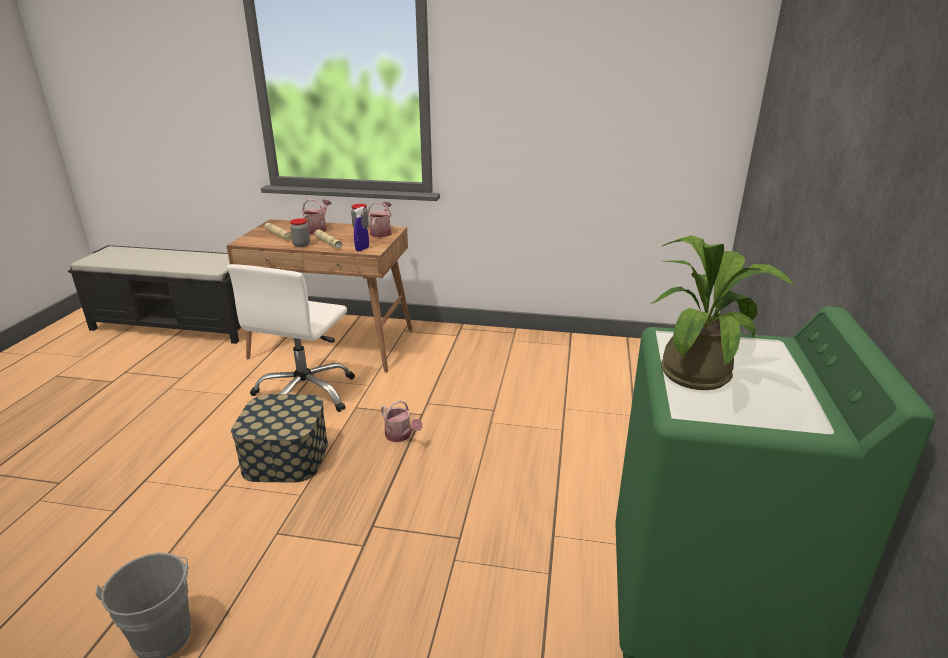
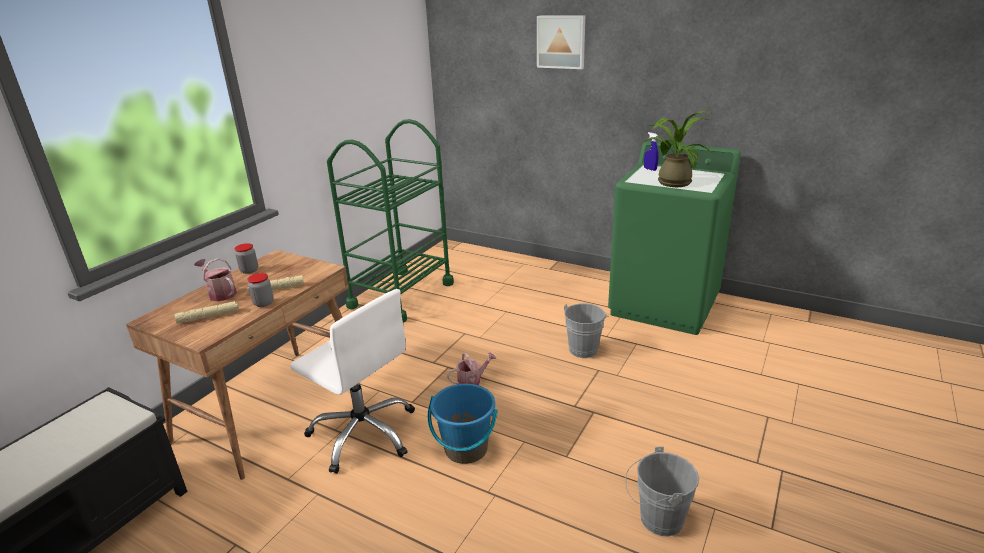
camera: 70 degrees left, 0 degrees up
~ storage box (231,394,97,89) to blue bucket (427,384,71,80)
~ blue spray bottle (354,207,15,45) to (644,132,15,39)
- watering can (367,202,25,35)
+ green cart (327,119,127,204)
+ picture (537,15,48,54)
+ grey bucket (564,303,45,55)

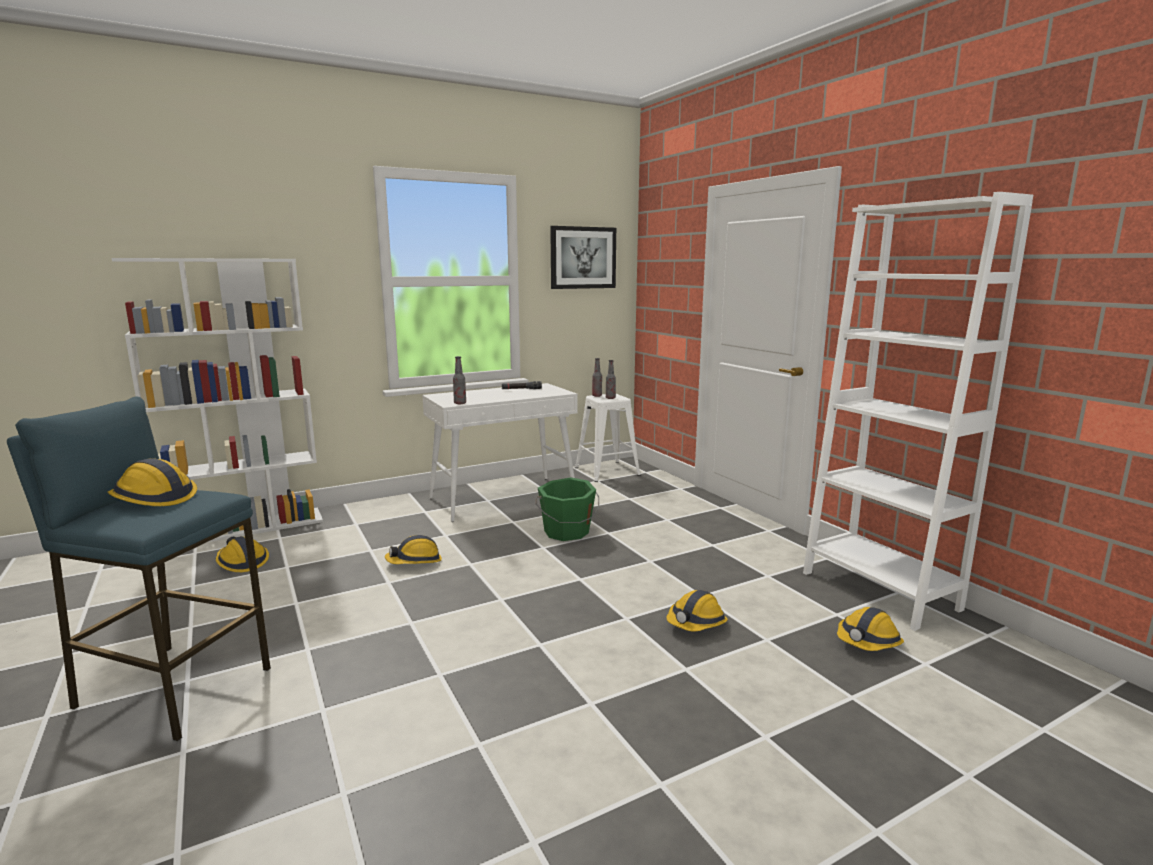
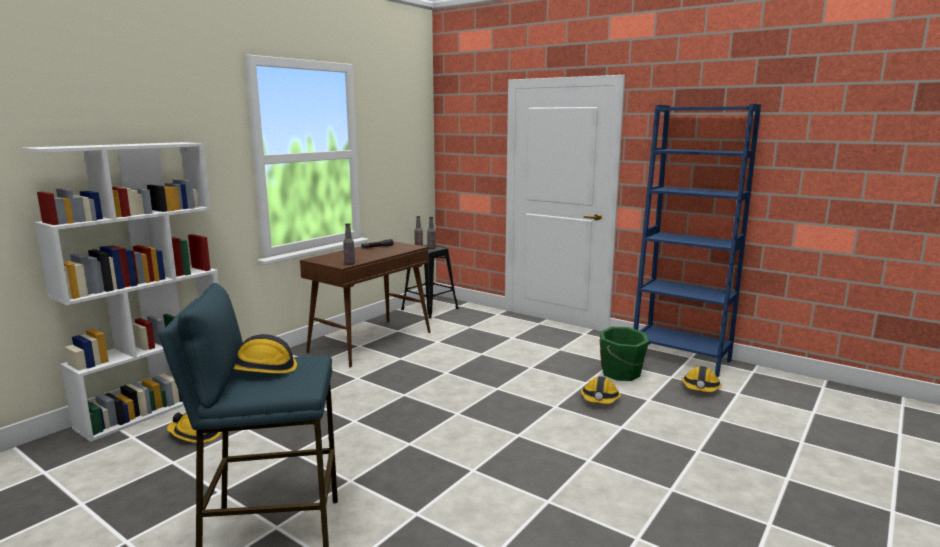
camera: 25 degrees left, 0 degrees up
- hard hat (385,535,57,29)
~ white console table (422,383,155,139) to brown console table (300,241,131,127)
~ green bucket (535,477,64,64) to (599,327,50,54)
- picture (550,226,66,63)
~ white stool (575,394,66,88) to black stool (401,245,58,74)
~ white bookcase (803,192,230,439) to blue bookcase (633,104,128,273)

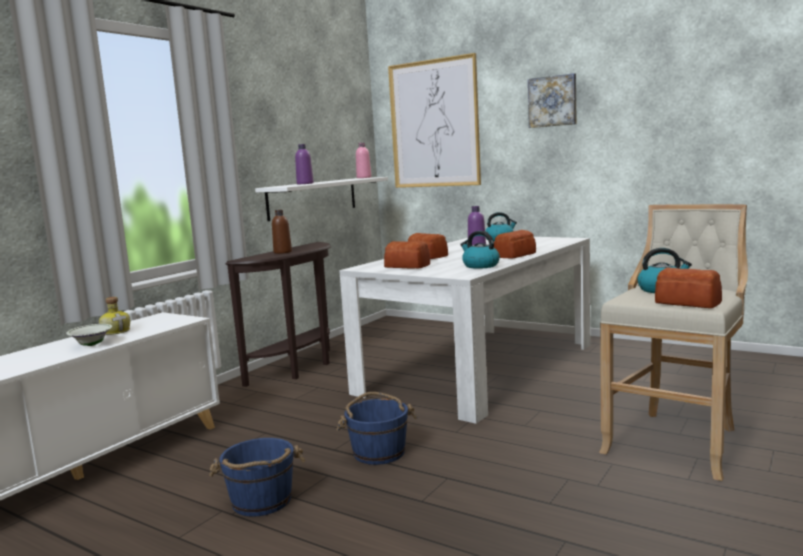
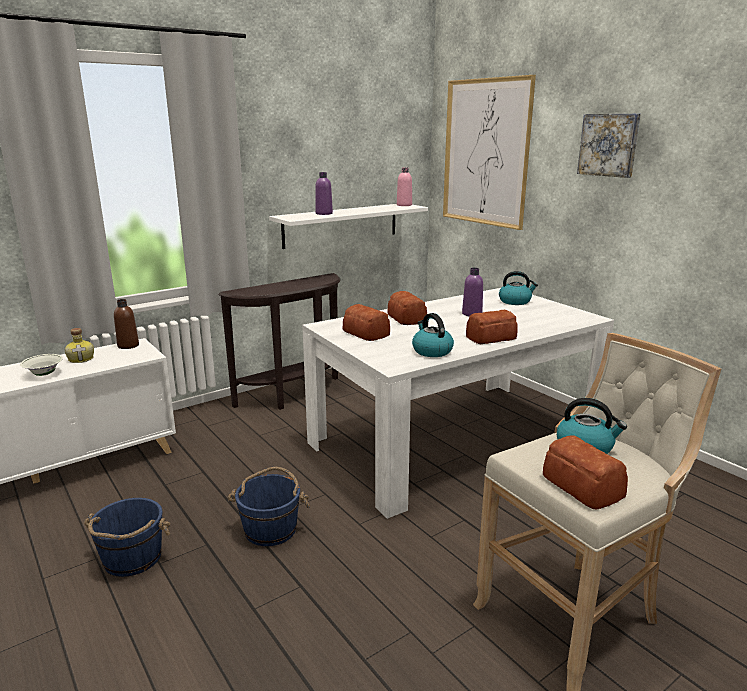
camera: 20 degrees right, 10 degrees up
~ brown bottle (272,210,20,44) to (114,299,25,50)

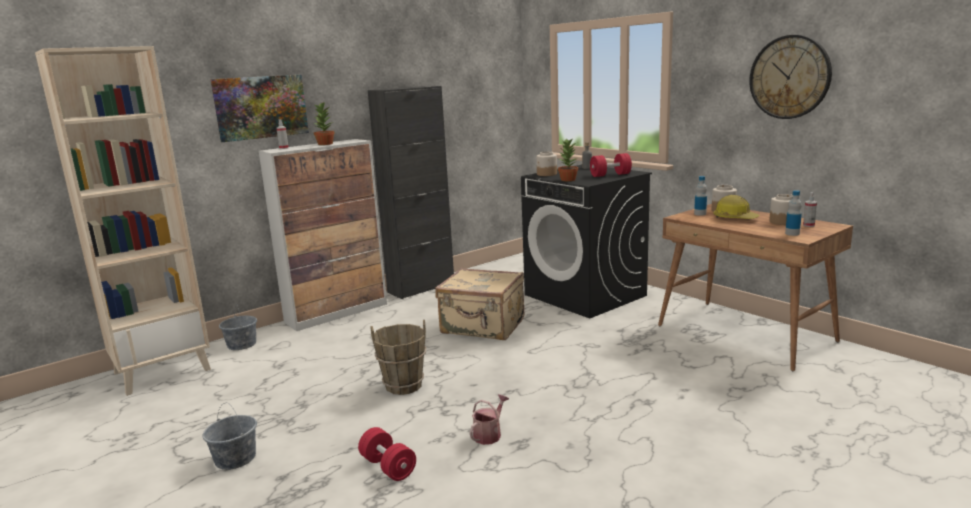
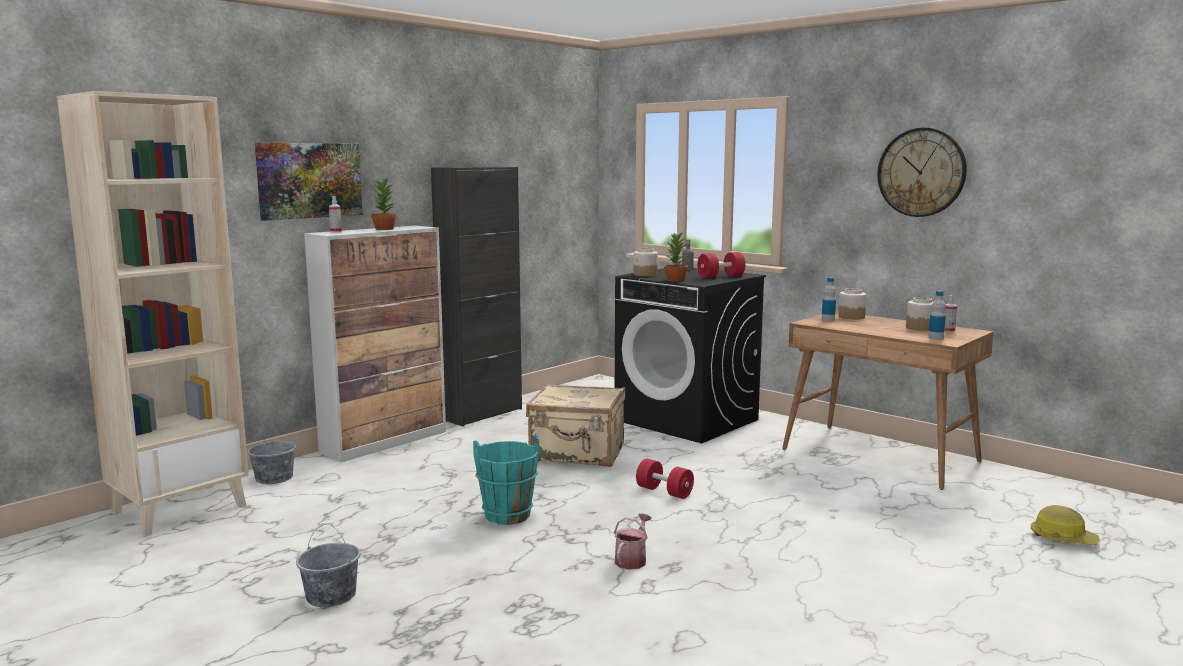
camera: 10 degrees left, 5 degrees down
~ red dumbbell (358,427,58,54) to (636,459,58,40)
~ brown bucket (370,320,56,75) to turquoise bucket (473,434,66,91)
~ hard hat (713,195,47,24) to (1031,505,69,40)

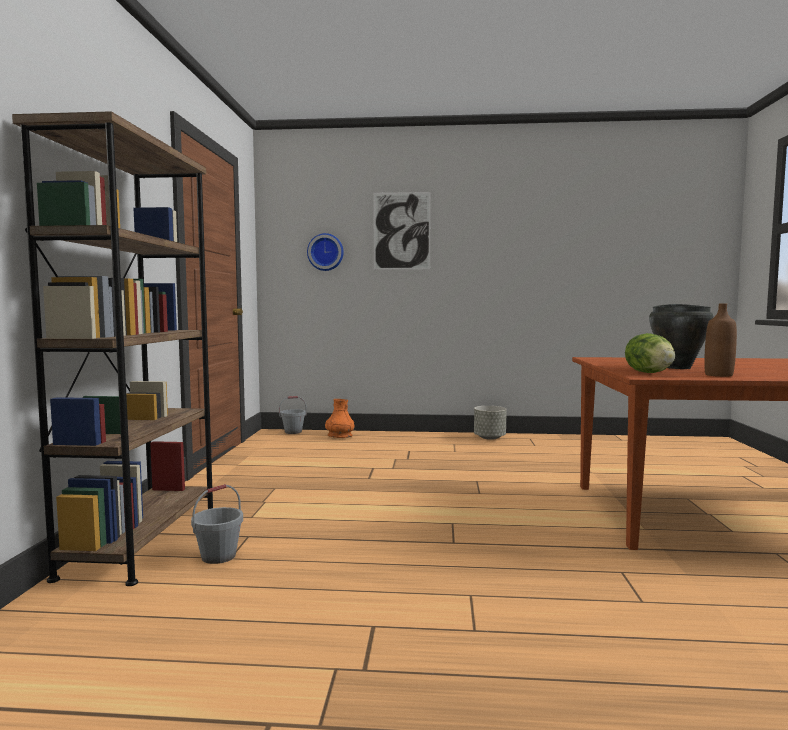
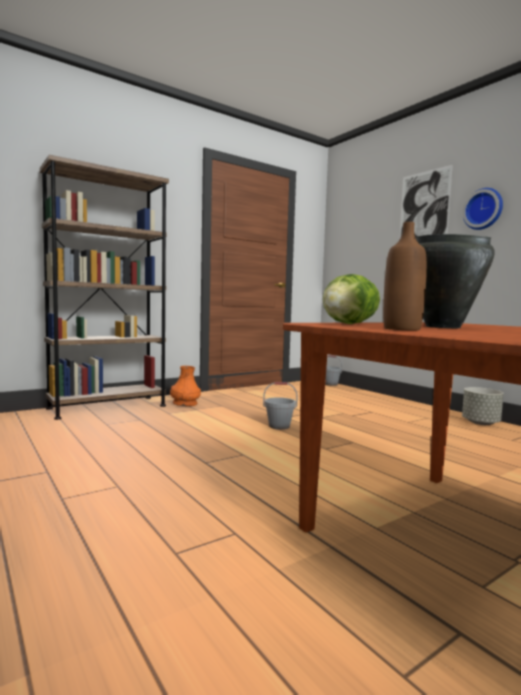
camera: 50 degrees right, 0 degrees up
~ grey bucket (191,484,52,80) to (263,382,35,48)
~ wall clock (307,233,37,38) to (462,188,41,42)
~ orange vase (325,399,29,39) to (170,366,31,40)

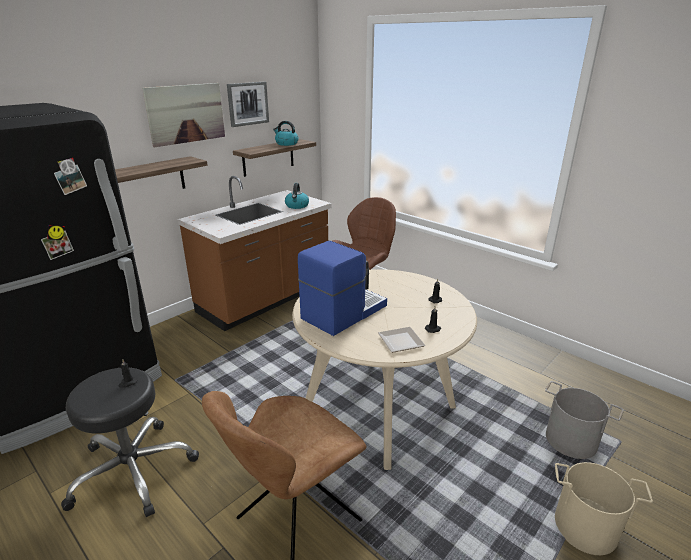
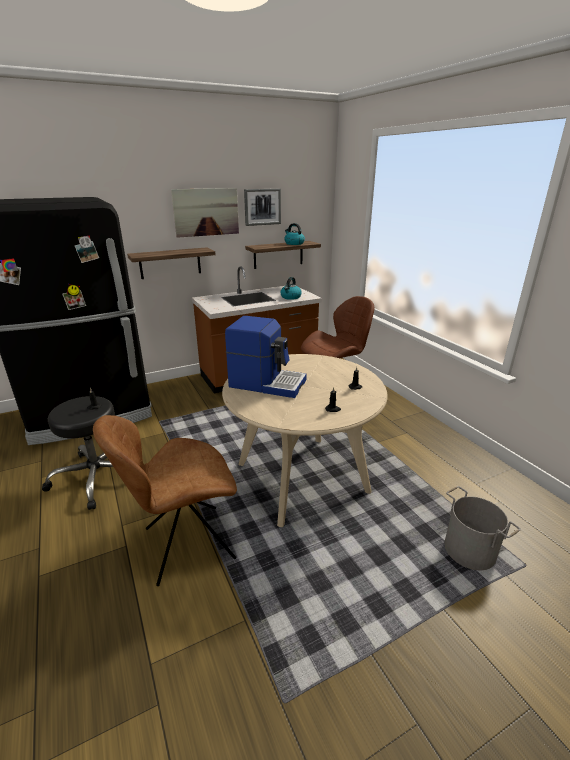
camera: 20 degrees right, 0 degrees up
~ coffee machine (298,241,89,95) = (225,316,82,82) 45 degrees clockwise
- plate (378,327,48,26)
- beige bucket (555,462,98,93)

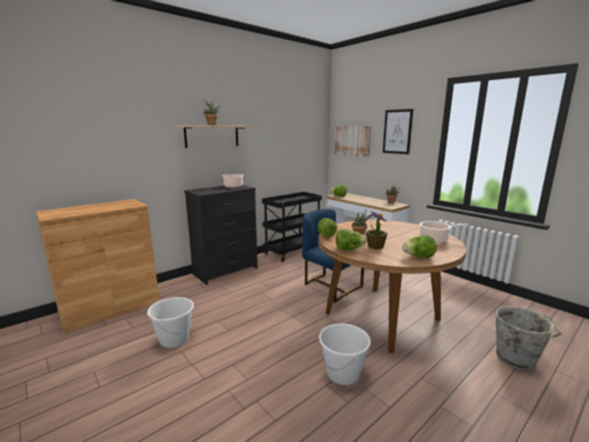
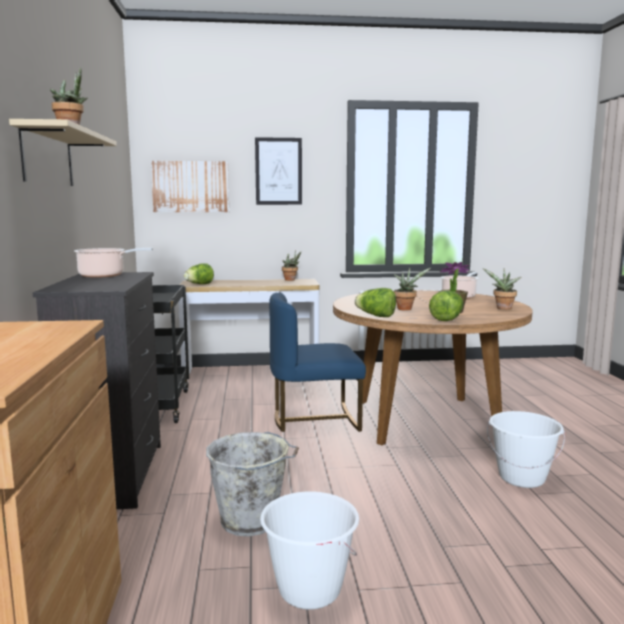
camera: 55 degrees left, 5 degrees down
~ lettuce (402,235,35,22) to potted plant (483,268,38,42)
~ grey bucket (495,306,67,64) to (206,432,93,105)

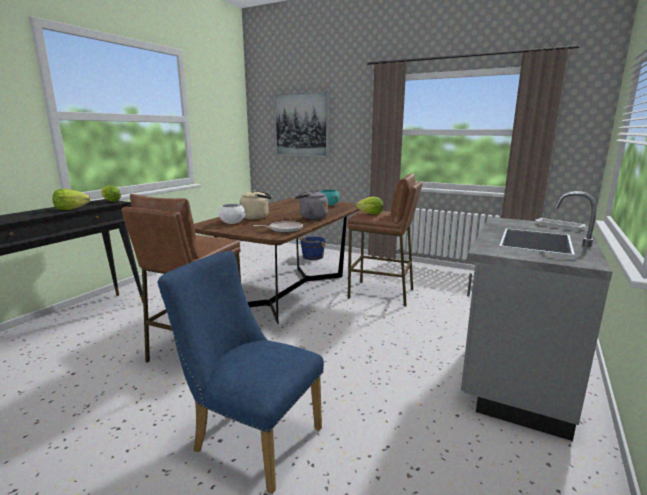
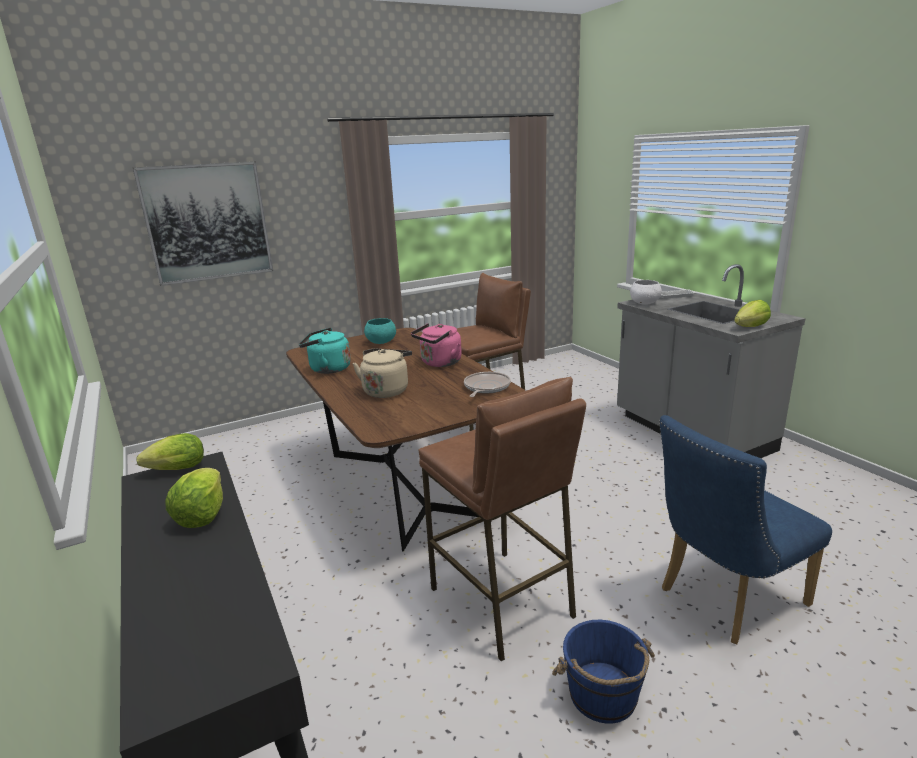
camera: 55 degrees left, 5 degrees up
~ white bowl (219,204,27,20) to (630,280,32,25)
~ grey kettle (295,190,33,29) to pink kettle (411,323,51,44)
~ blue bucket (300,237,26,23) to (552,620,103,104)
~ lettuce (356,197,27,17) to (734,300,37,27)
+ turquoise kettle (299,328,52,46)

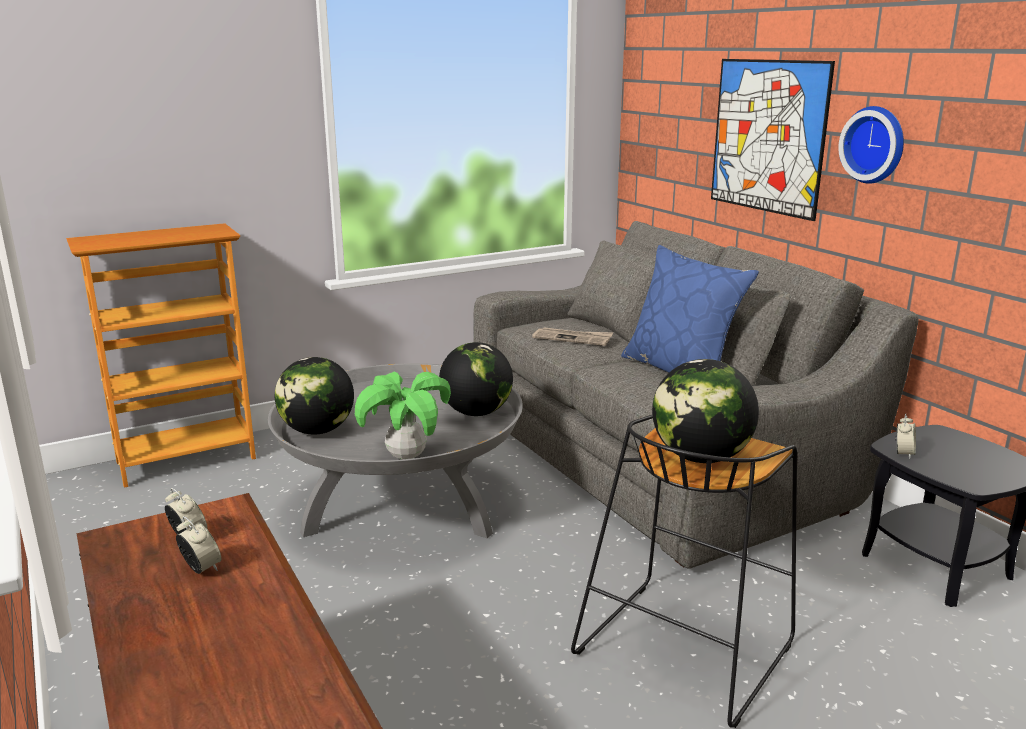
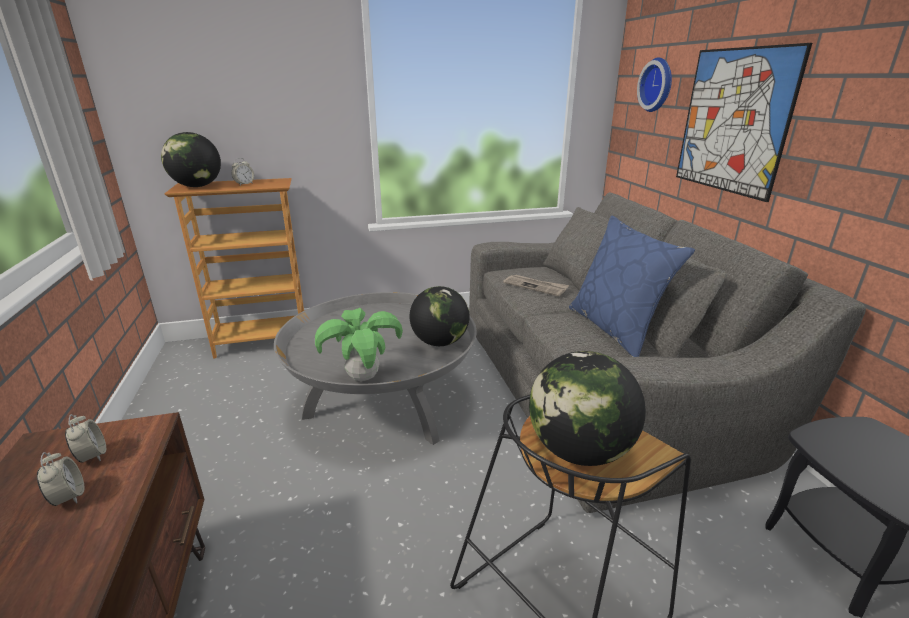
camera: 15 degrees right, 5 degrees up
~ globe (275,357,79,78) to (161,132,60,55)
~ wall clock (839,106,65,78) to (637,57,35,55)
~ alarm clock (895,414,21,45) to (231,158,23,27)

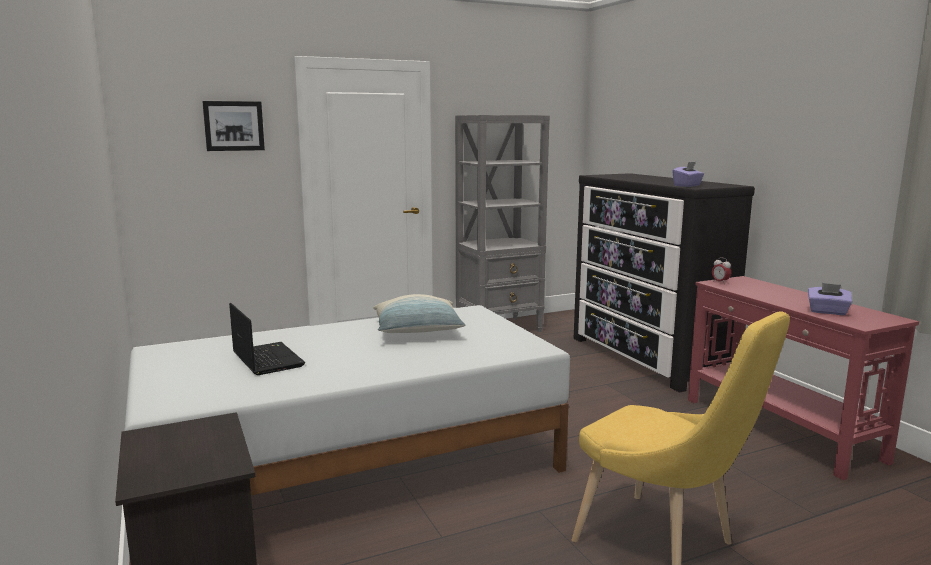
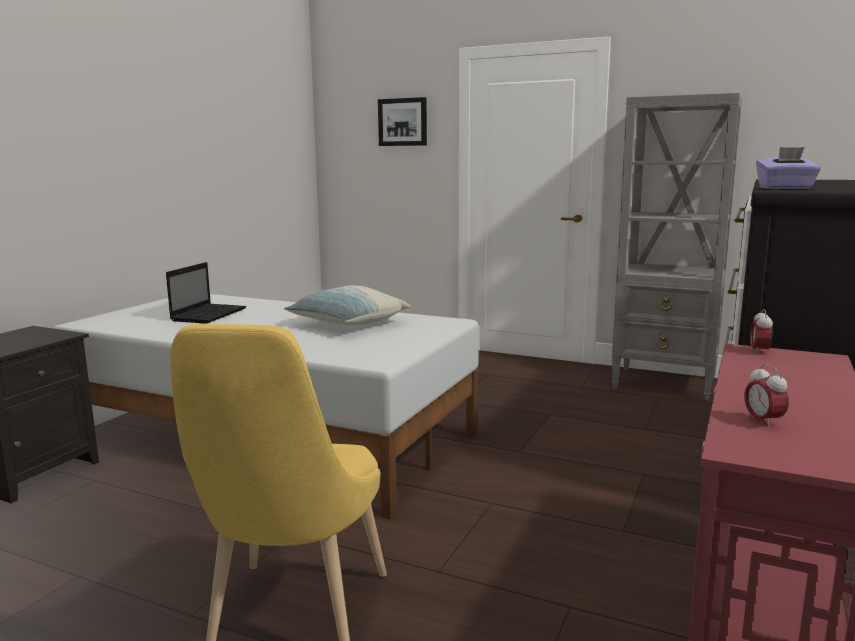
camera: 50 degrees right, 0 degrees up
~ purple tissue box (808,283,44,32) to alarm clock (744,364,45,64)

